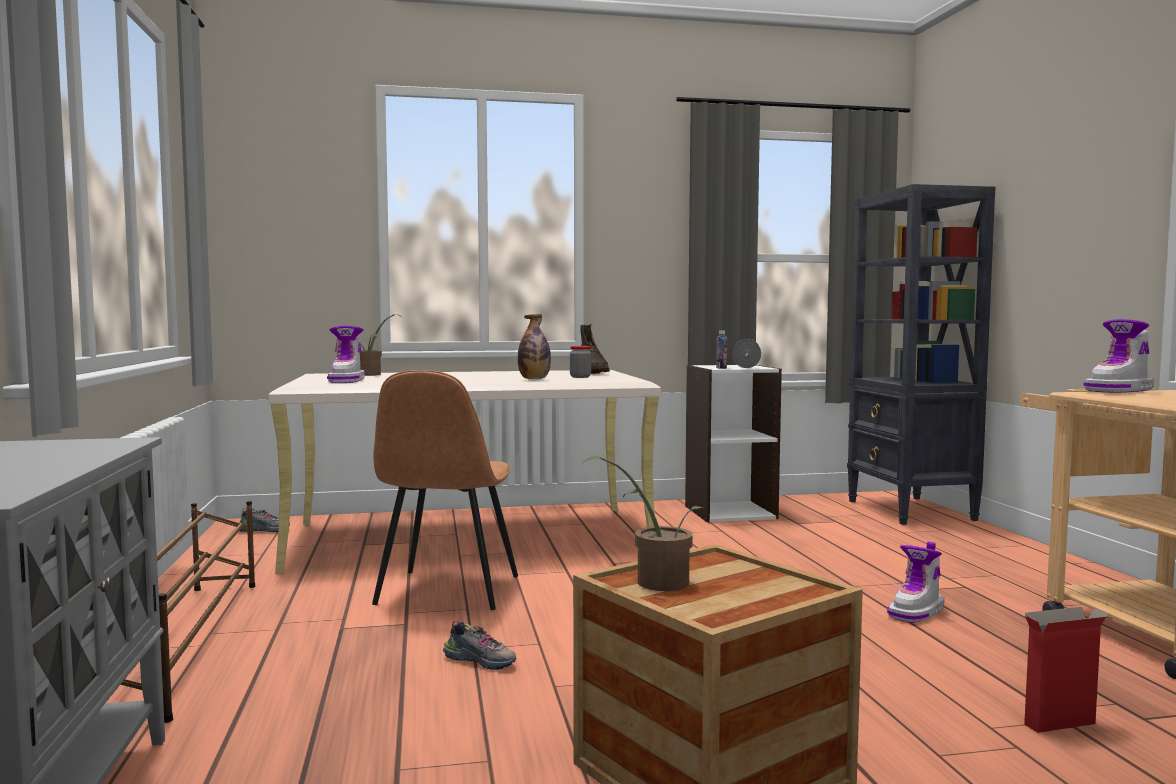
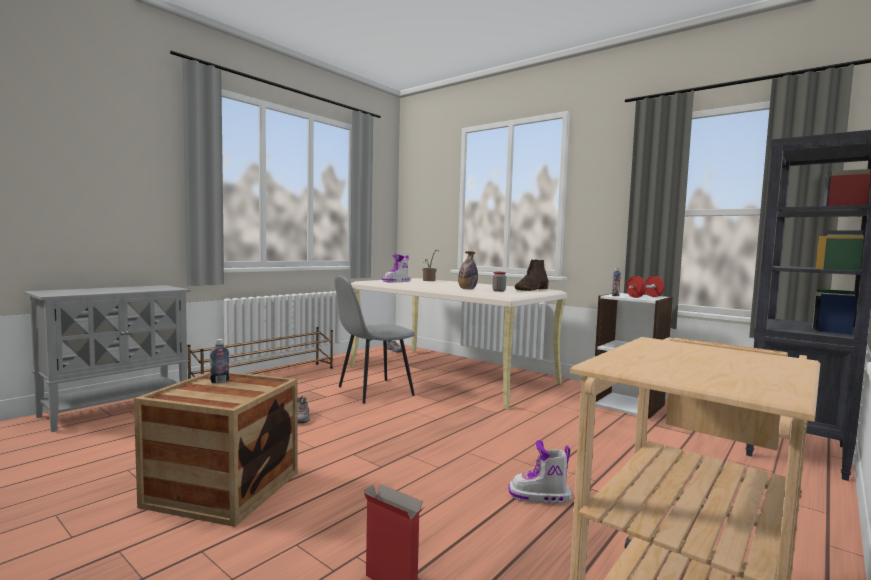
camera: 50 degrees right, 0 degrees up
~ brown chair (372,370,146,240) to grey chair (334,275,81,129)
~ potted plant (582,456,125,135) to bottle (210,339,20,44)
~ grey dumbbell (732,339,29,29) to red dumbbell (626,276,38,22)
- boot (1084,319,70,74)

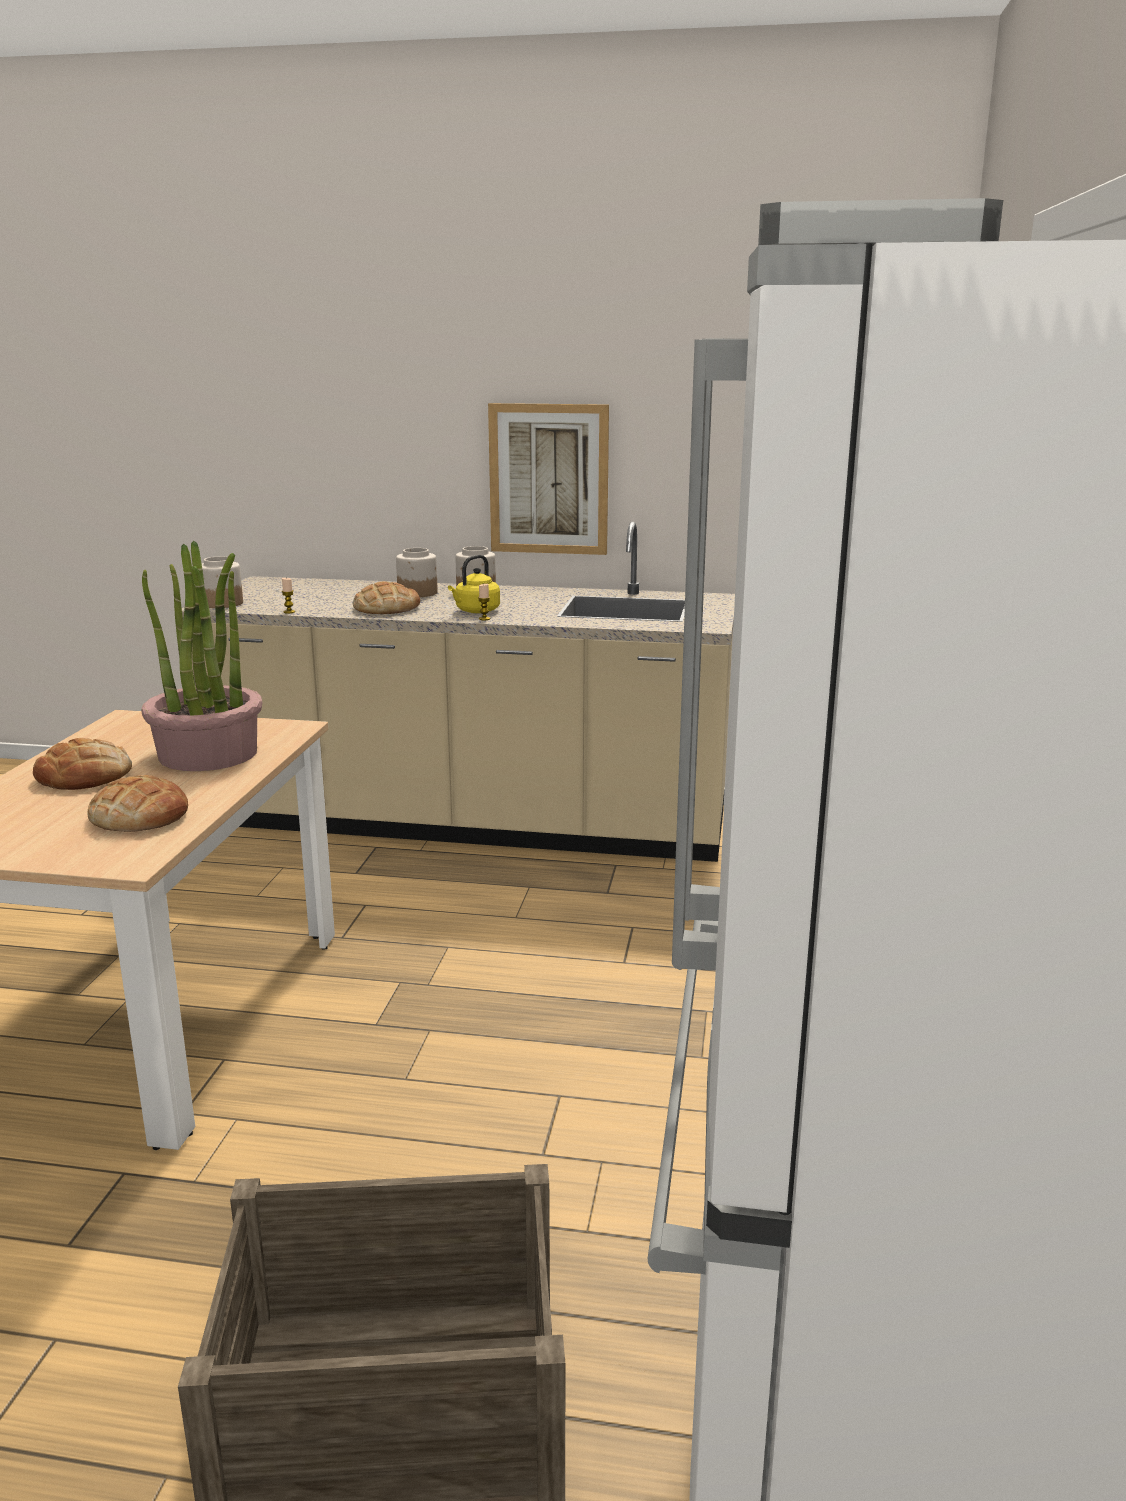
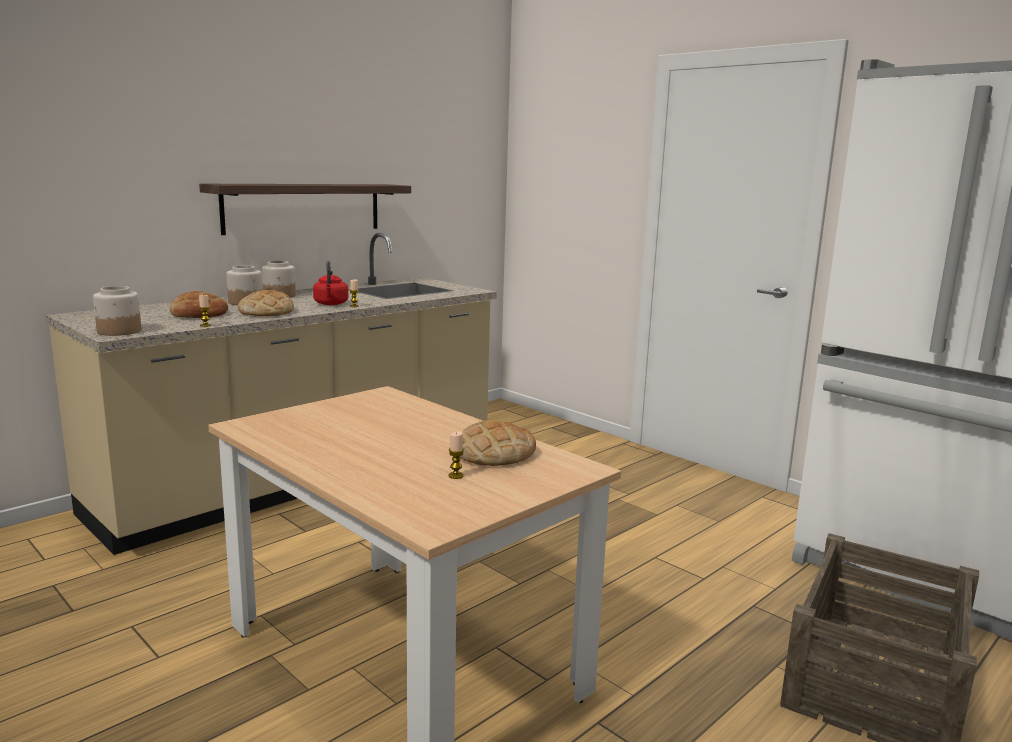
camera: 55 degrees left, 5 degrees down
~ bread (33,738,99,52) to (170,291,58,27)
- potted plant (141,541,122,230)
~ yellow kettle (448,555,52,58) to red kettle (313,261,35,44)
~ picture (488,403,121,152) to shelf (199,184,212,51)
+ candle (448,432,16,47)

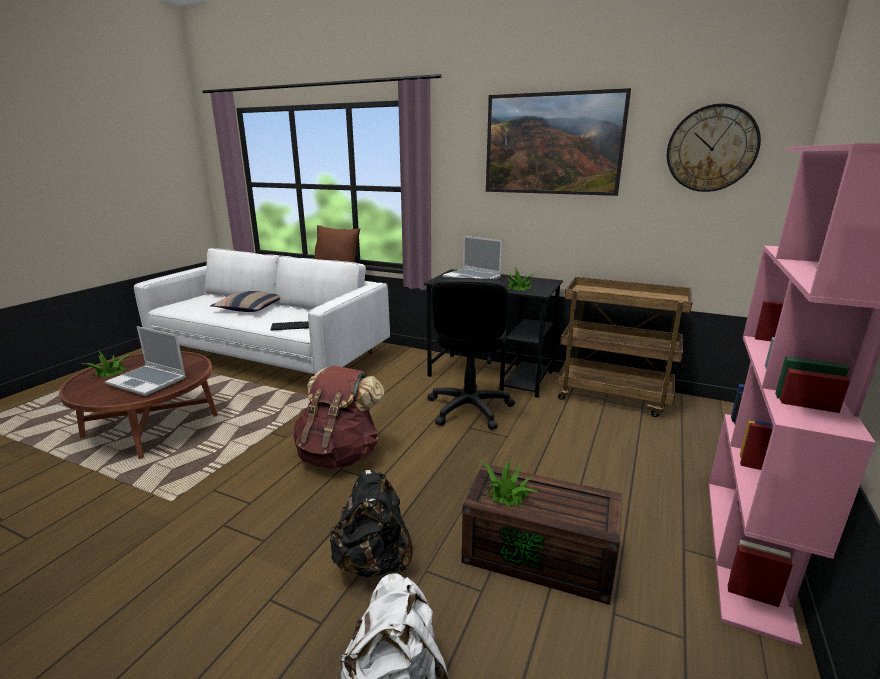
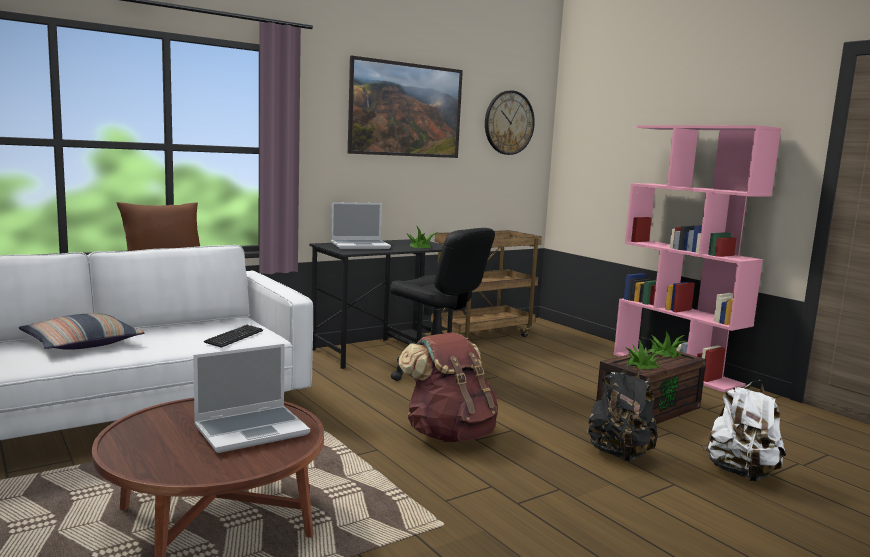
camera: 60 degrees left, 10 degrees down
~ potted plant (81,351,49,27) to (648,331,38,27)

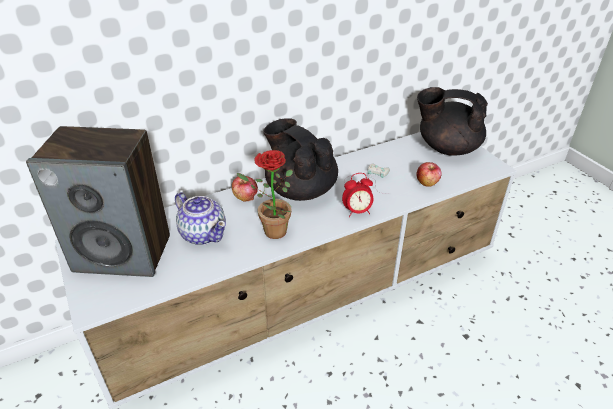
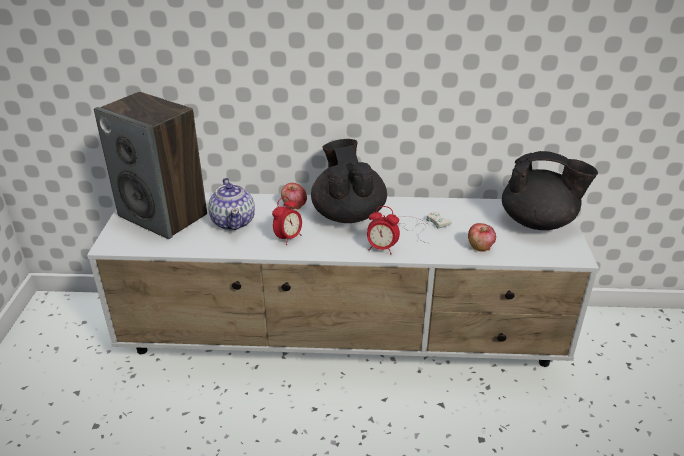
camera: 30 degrees right, 5 degrees down
~ potted plant (237,150,56,89) to alarm clock (272,196,30,49)
~ black teapot (417,87,71,69) = (502,151,96,79) 150 degrees clockwise

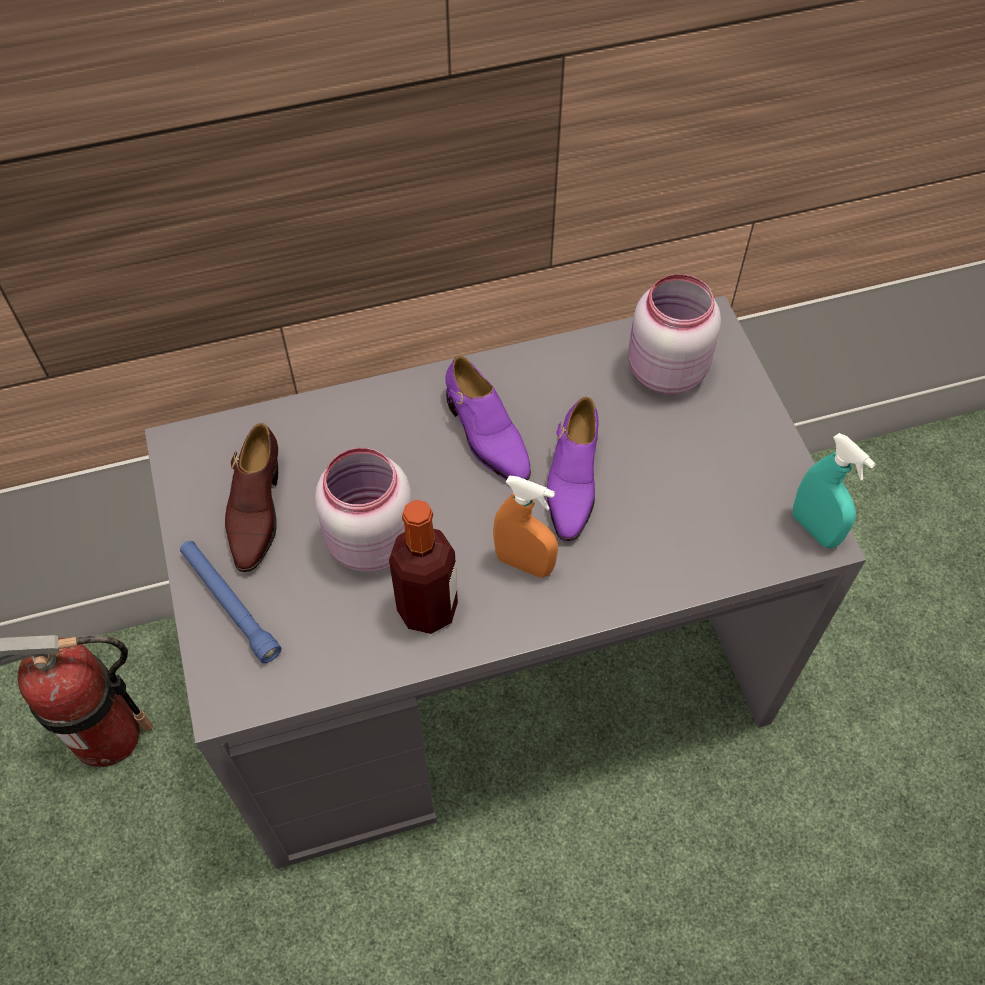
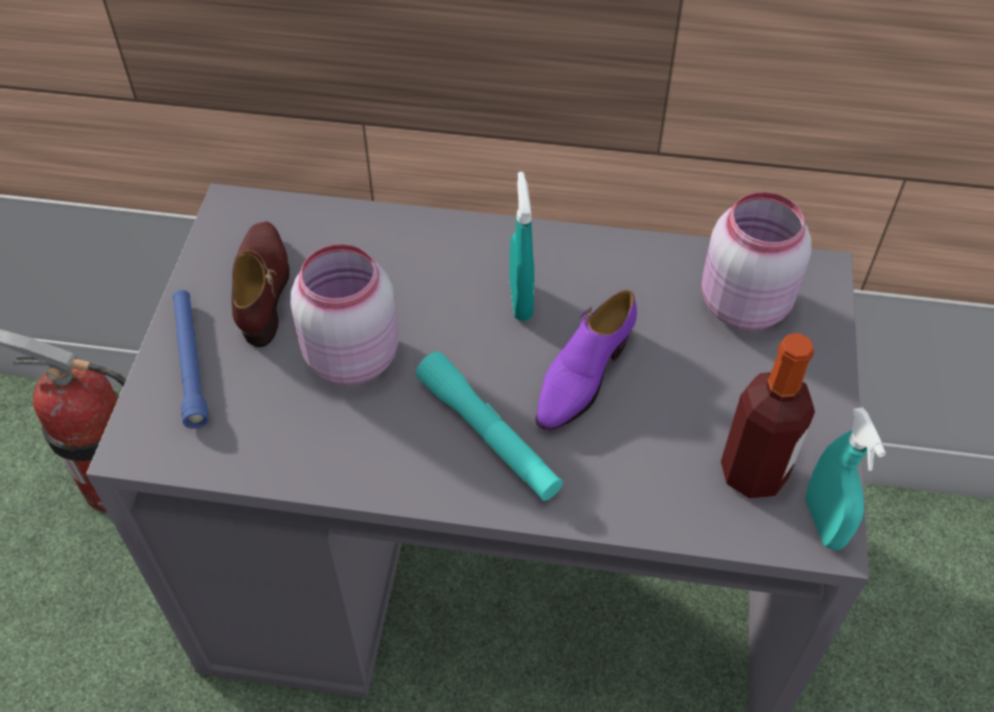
camera: 25 degrees right, 5 degrees down
~ brown shoe (225,423,53,149) = (231,222,59,125) 150 degrees clockwise
~ bottle (389,500,69,134) to (721,333,94,166)
~ purple shoe (445,356,86,124) to turquoise spray bottle (509,172,25,149)
~ orange spray bottle (493,475,65,103) to turquoise flashlight (416,351,147,150)

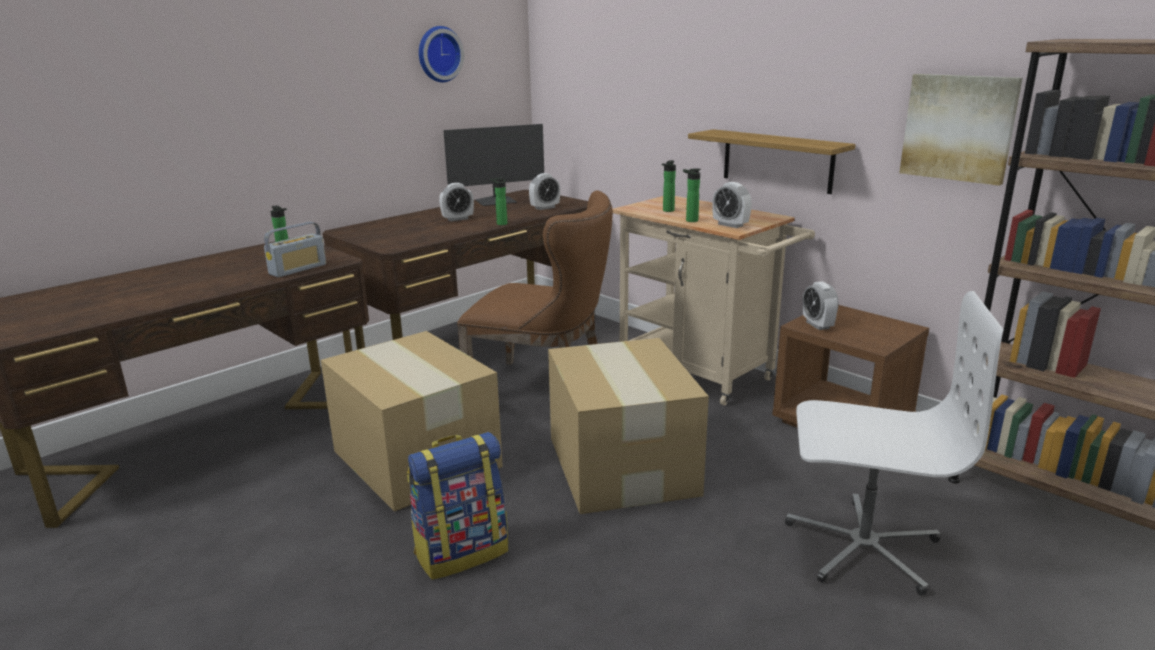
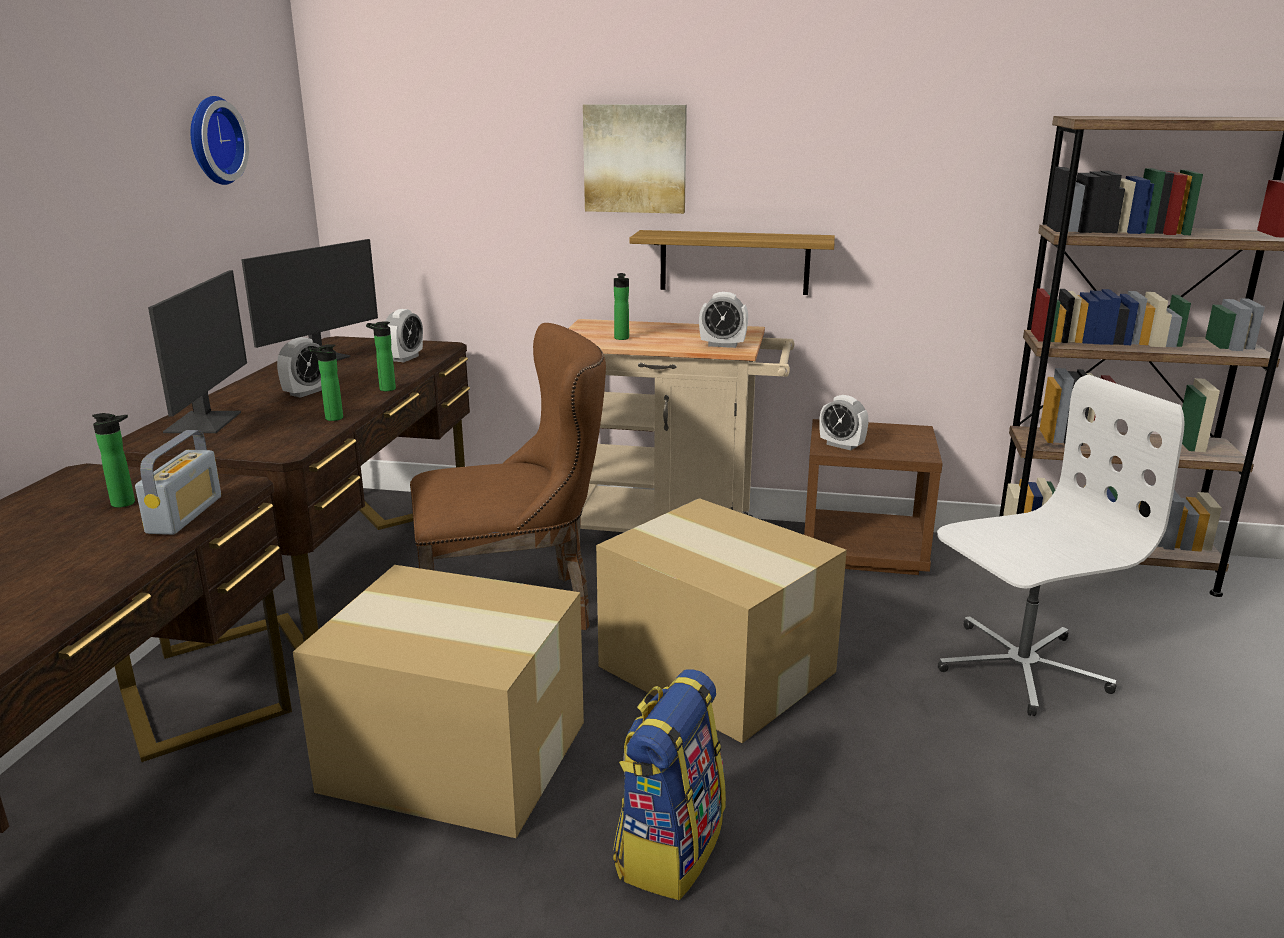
camera: 35 degrees left, 0 degrees up
~ bottle (683,168,18,54) to (309,344,34,77)
~ picture (899,74,124,112) to (583,104,104,110)
+ monitor (148,270,99,163)

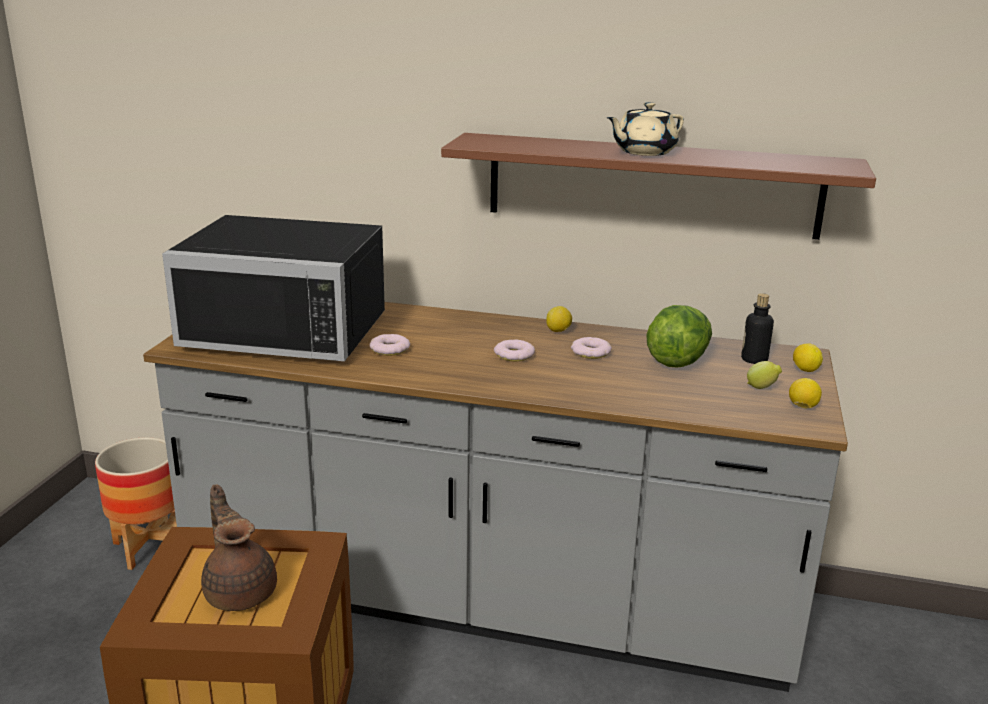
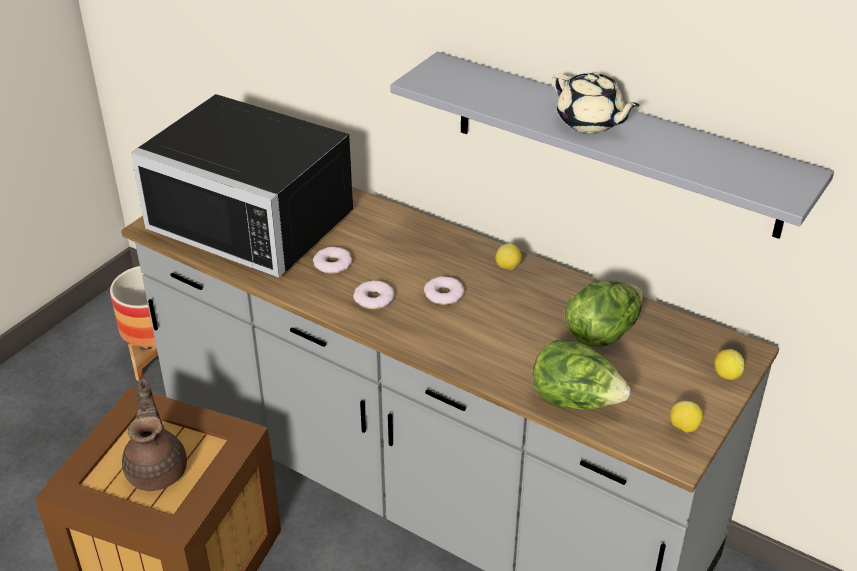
camera: 20 degrees right, 15 degrees up
~ brown shelf (441,133,435,107) to grey shelf (390,51,444,188)
~ donut (571,337,41,22) to (353,280,41,29)
~ beige teapot (606,102,78,54) = (552,73,88,60) 120 degrees counterclockwise
- bottle (741,293,33,71)
- lemon (747,361,35,28)
+ lettuce (533,339,98,71)

